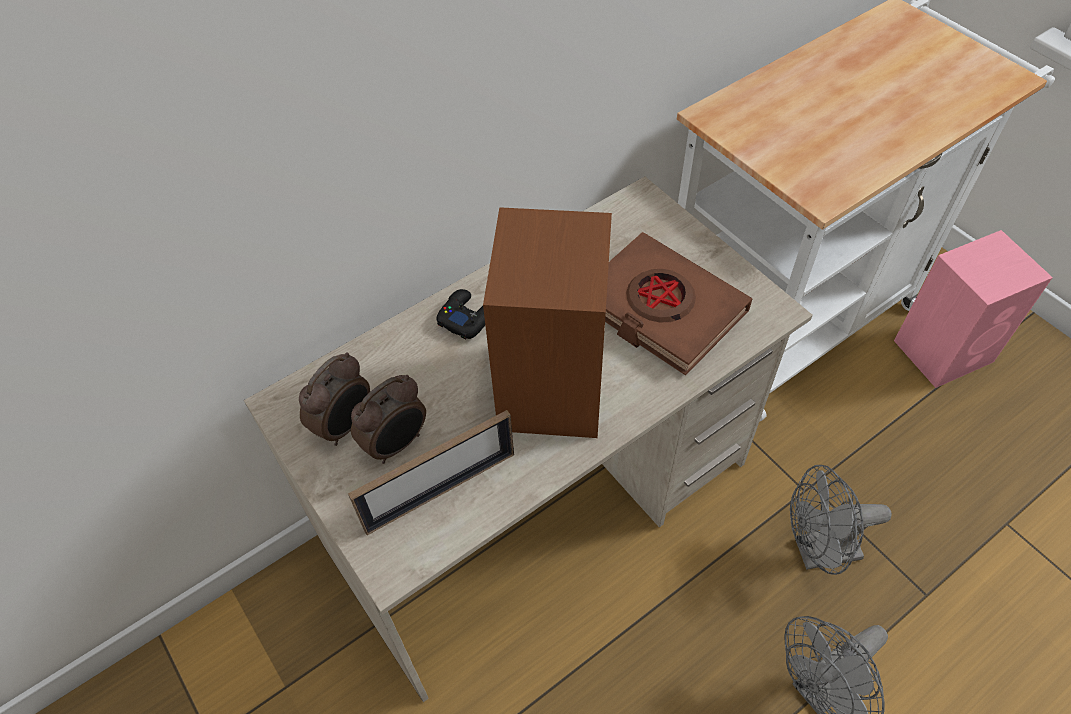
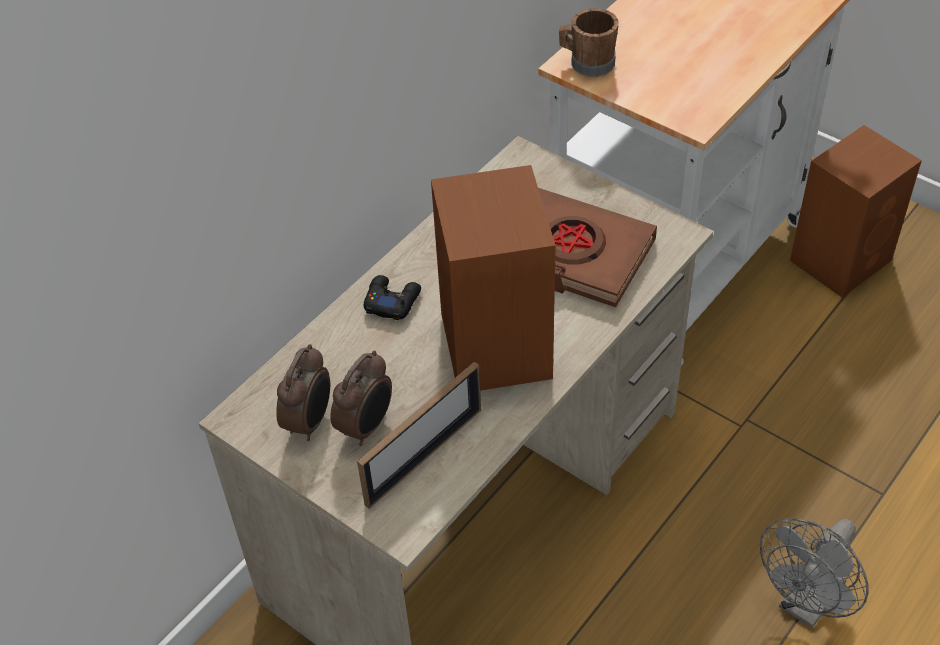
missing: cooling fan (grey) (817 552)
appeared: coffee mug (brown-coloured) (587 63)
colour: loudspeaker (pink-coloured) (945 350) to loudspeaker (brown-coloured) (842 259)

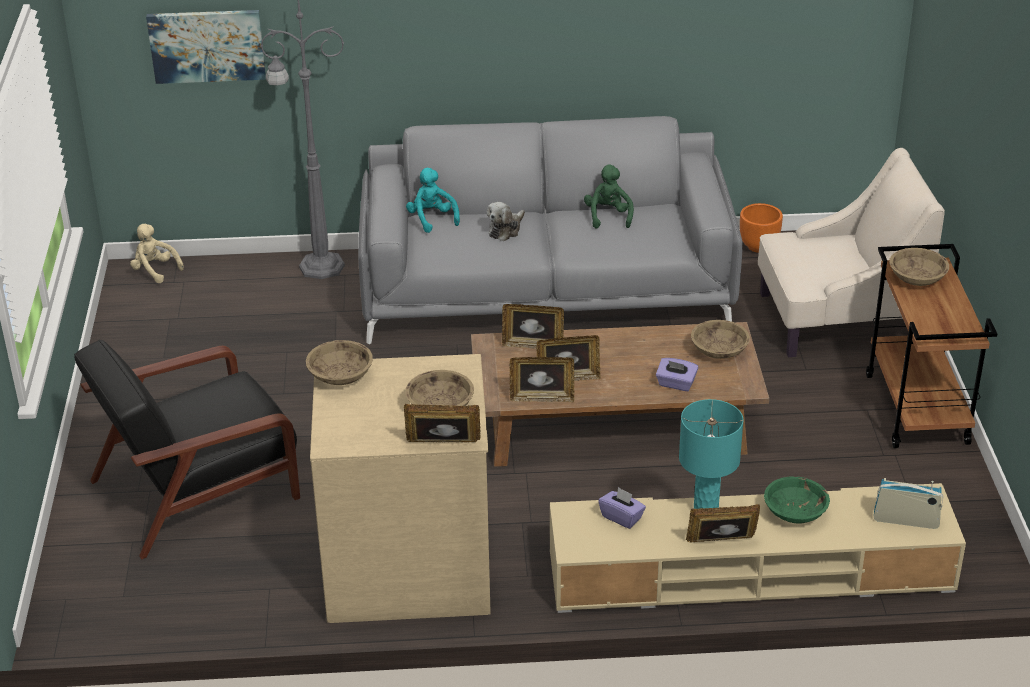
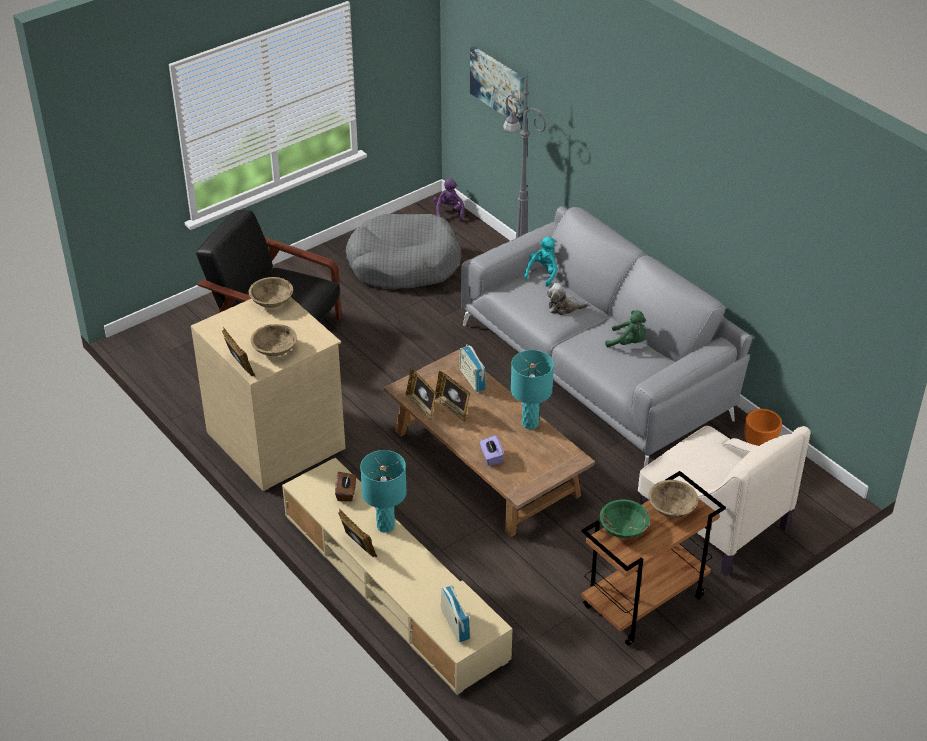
missing: serving bowl (beige) (719 351)
appeared: pet bed (grey) (403 264); tabletop lamp (turquoise-coloured) (530 423)
relocated: serving bowl (greenish) (795 513) to (623 528)
exchanged: photo frame (533 345) to radio (472 379)
colour: cuddly toy (beige) (155 271) to cuddly toy (purplish) (448 212); box of tissues (purplish) (622 517) to box of tissues (brown-coloured) (346 493)
spun: cuddly toy (greenish) (608 216) = (628 342) 60 degrees clockwise

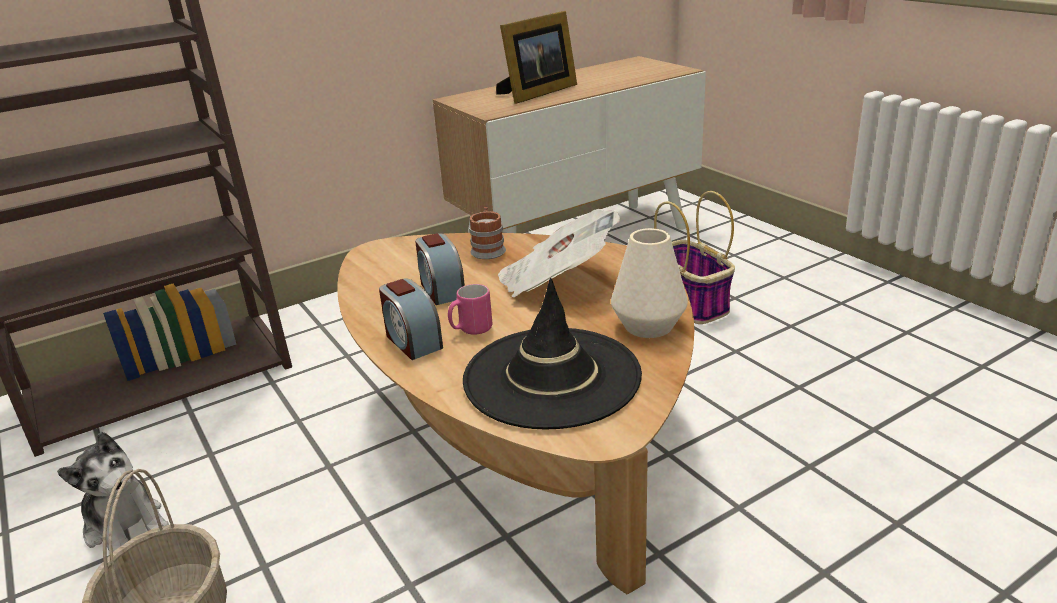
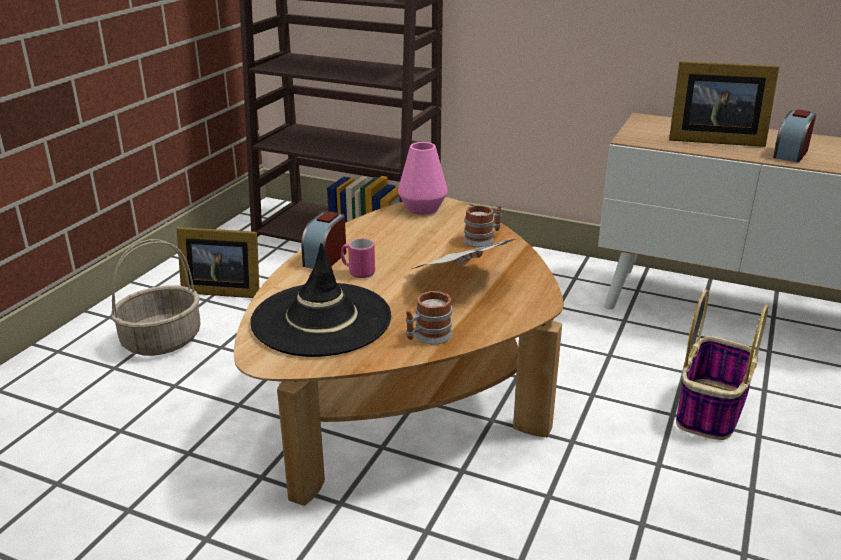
appeared: flower vase (pink-coloured) (422 208)
relocated: bedside clock (441 290) to (790 153)
exchanged: cuddly toy (126 525) to photo frame (221 290); flower vase (white) (648 326) to coffee mug (428 337)

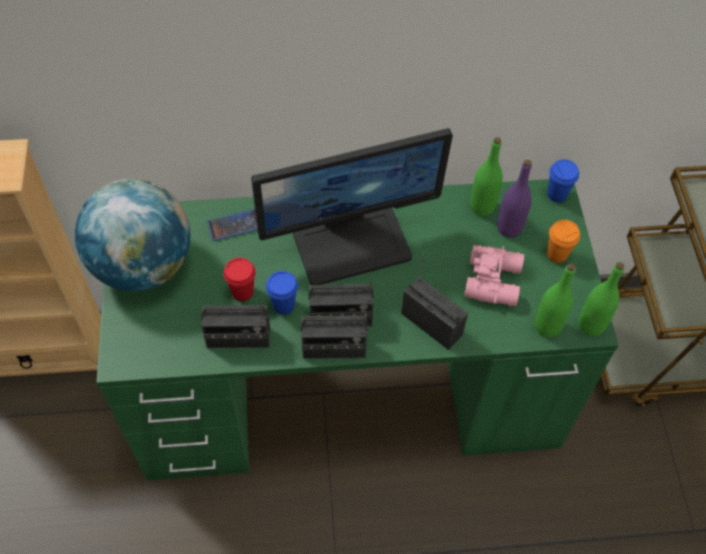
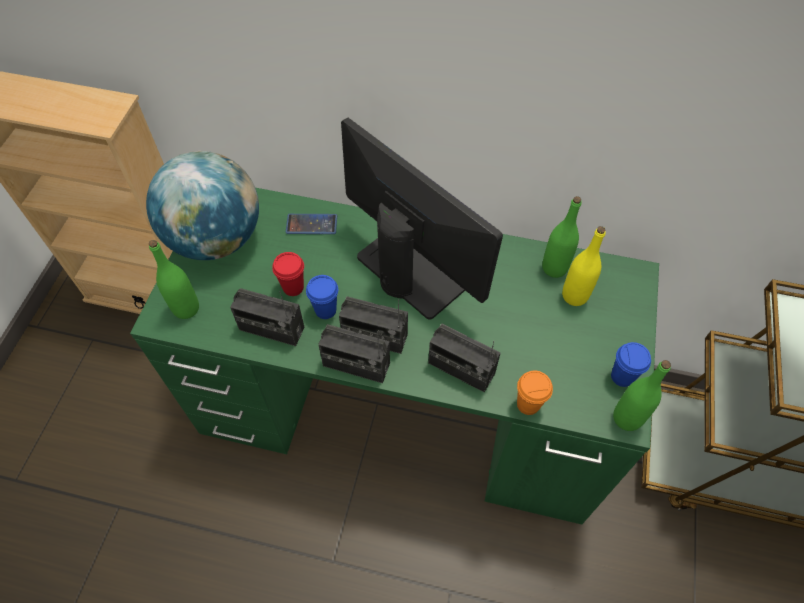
missing: pair of binoculars (pink-coloured) (494 280)
relocated: beverage bottle (greenish) (547 326) to (186 308); drinking cup (blue-coloured) (557 194) to (622 376); drinking cup (orangey) (557 254) to (528 404)
colour: beverage bottle (purplish) (509 228) to beverage bottle (yellowish) (574 296)
spun: monitor (352 243) = (413 269) 135 degrees counterclockwise; radio (432 324) = (461 368) 150 degrees clockwise

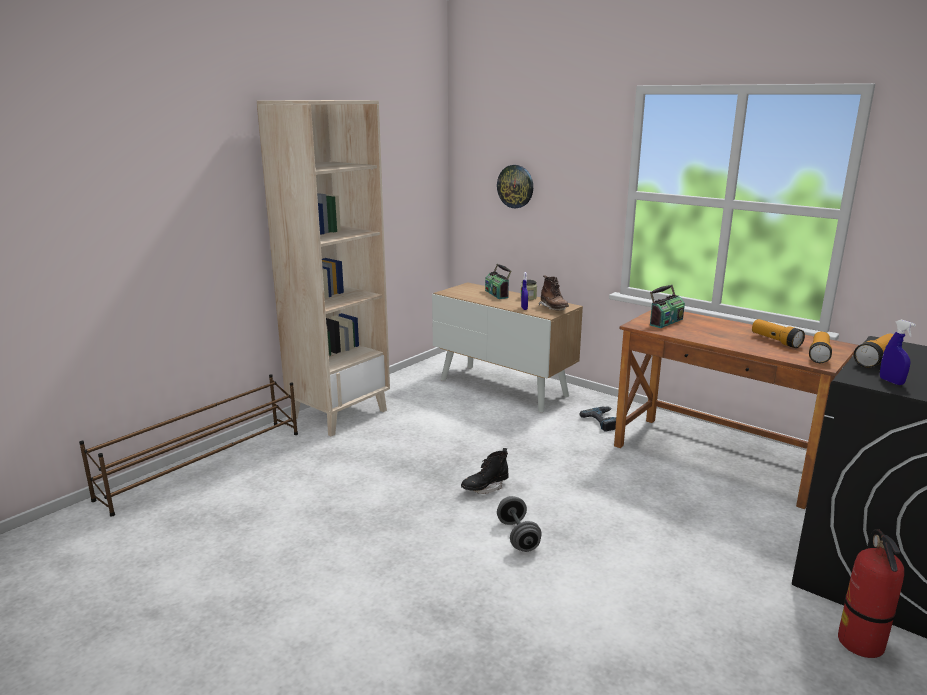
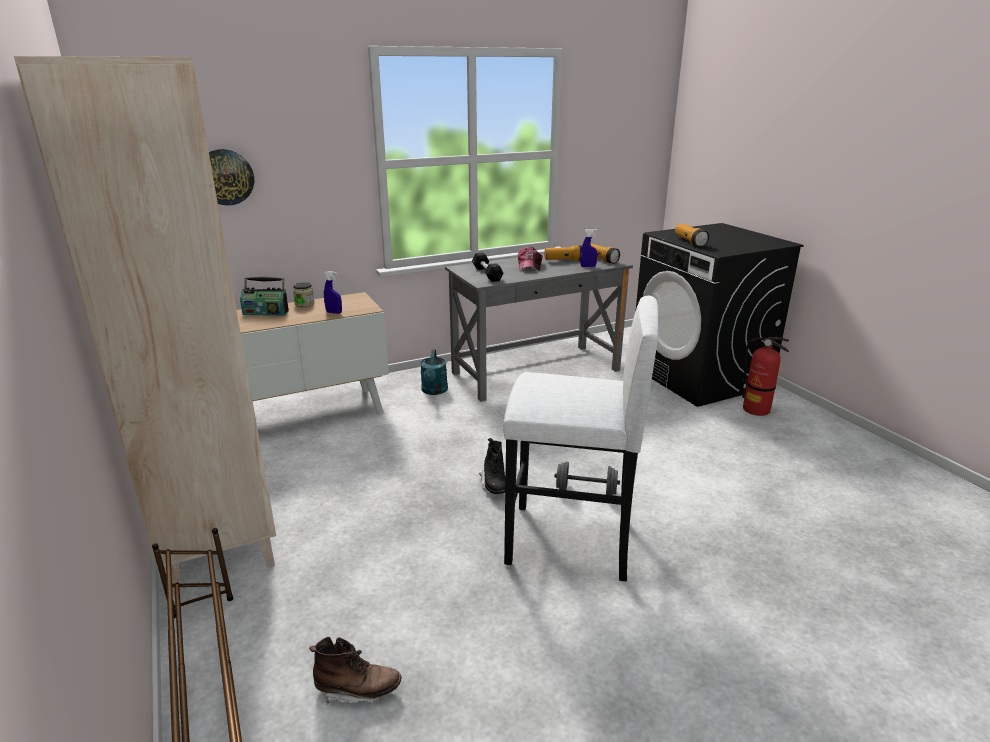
appeared: stool seat (white) (569 542); peaked cap (529 265)
relocated: high-top boot (brown-coloured) (553 309) to (358 690); hand sprayer (blue-coloured) (891 381) to (588 266)
exchanged: drill (604 421) to watering can (turquoise-coloured) (434 391); radio (665 322) to hand weight (black-coloured) (487 274)
colour: desk (brown-coloured) (717 458) to desk (grey) (536 371)

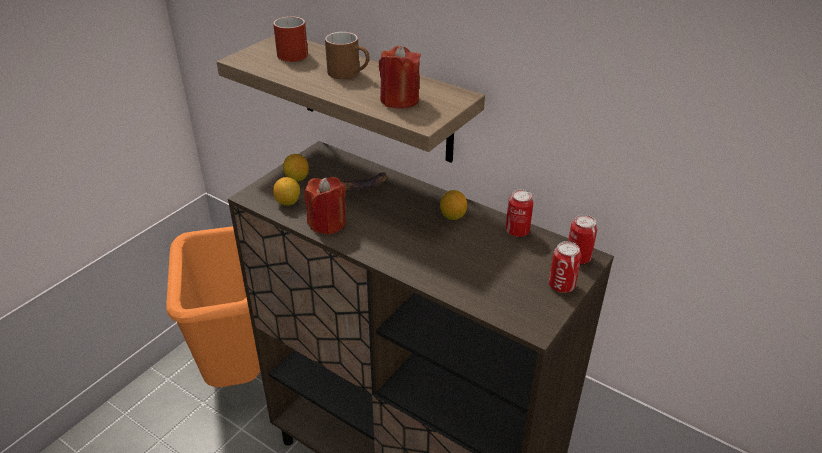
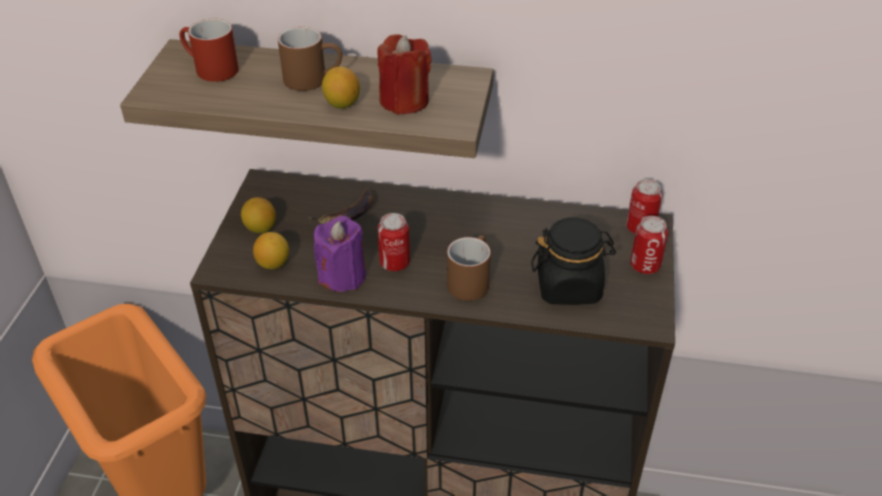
appeared: coffee mug (brown-coloured) (469 280); storage jar (black-coloured) (569 286)
relocated: whole lemon (452 216) to (341 104); can (517 231) to (394 263)
colour: wax candle (red-coloured) (327 223) to wax candle (purplish) (342 275)

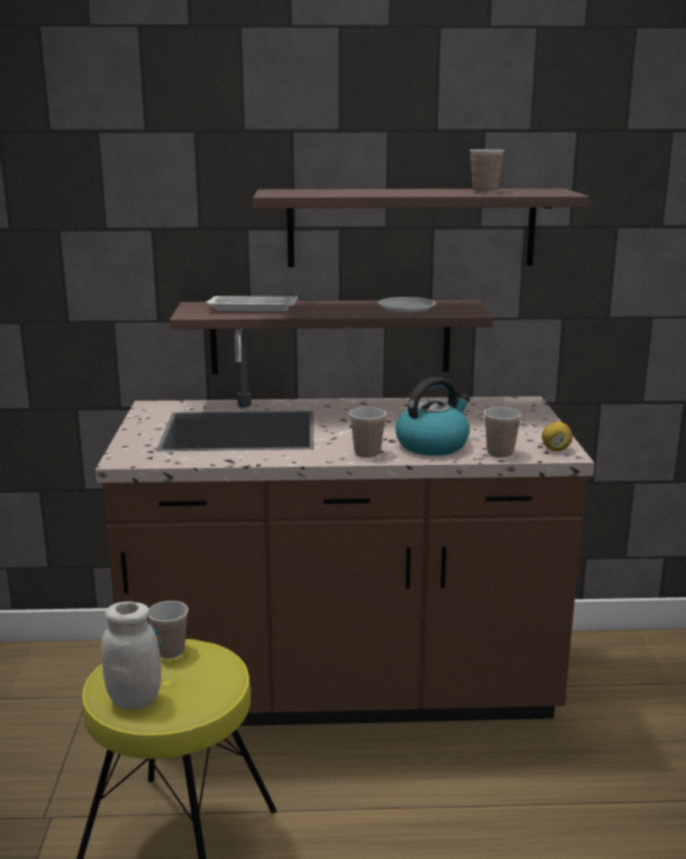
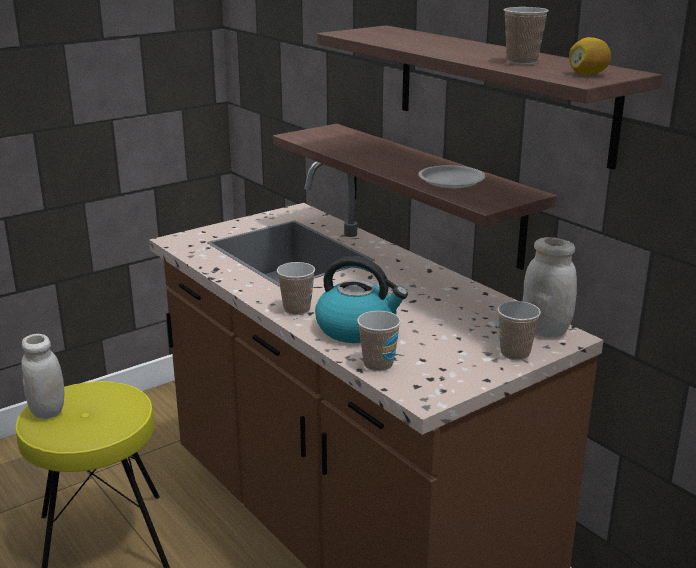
missing: carrying tray (white) (251 308)
appeared: storage jar (white) (545 330)
relocated: drinking cup (170 651) to (515 353); whole lemon (555 449) to (587 74)

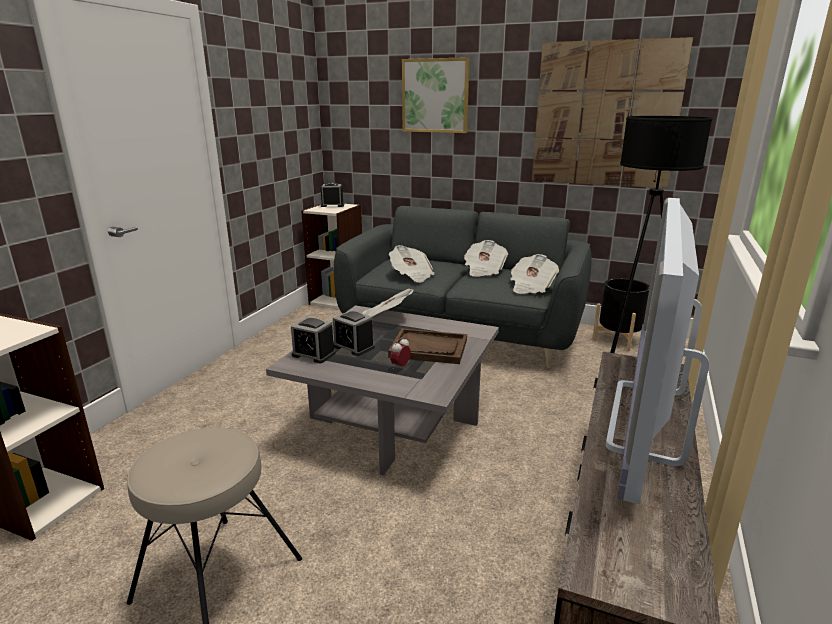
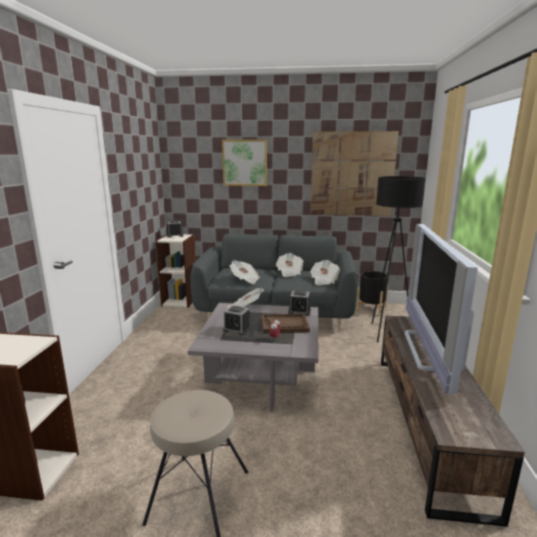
relocated: bedside clock (313 354) to (299 311)

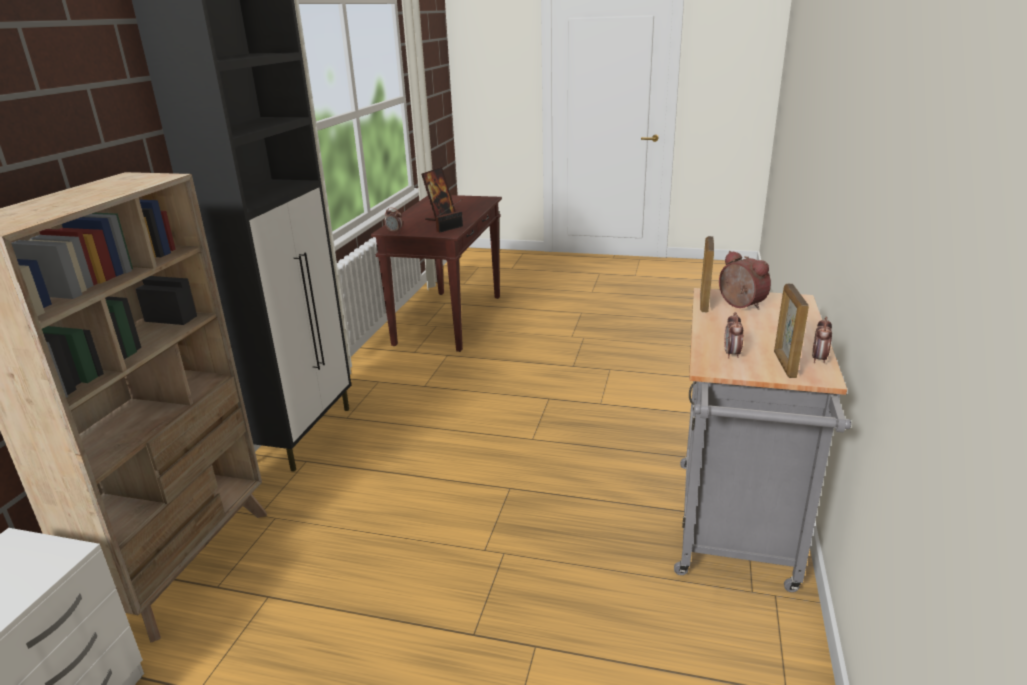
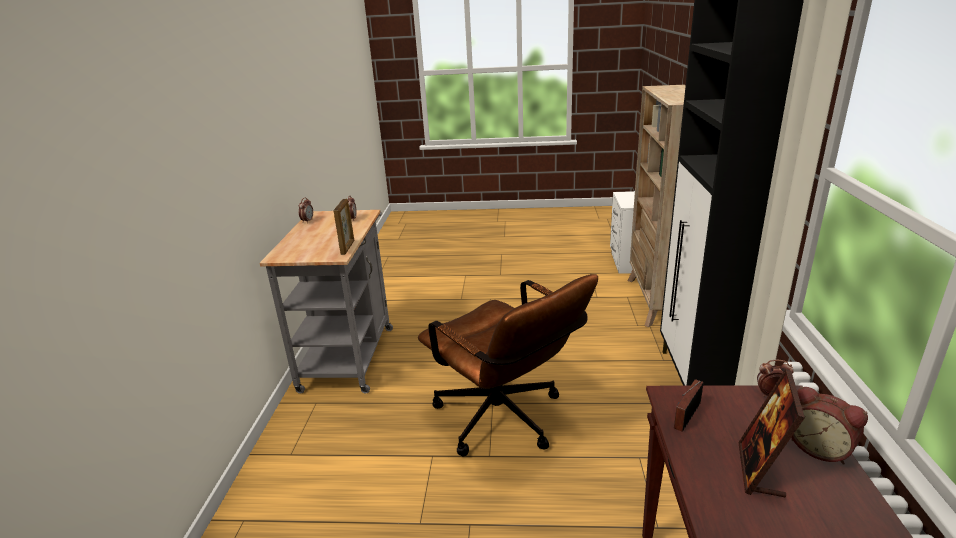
missing: photo frame (784 364)
appeared: office chair (brown-coloured) (506 422)
relocated: bedside clock (739 305) to (819 448)

